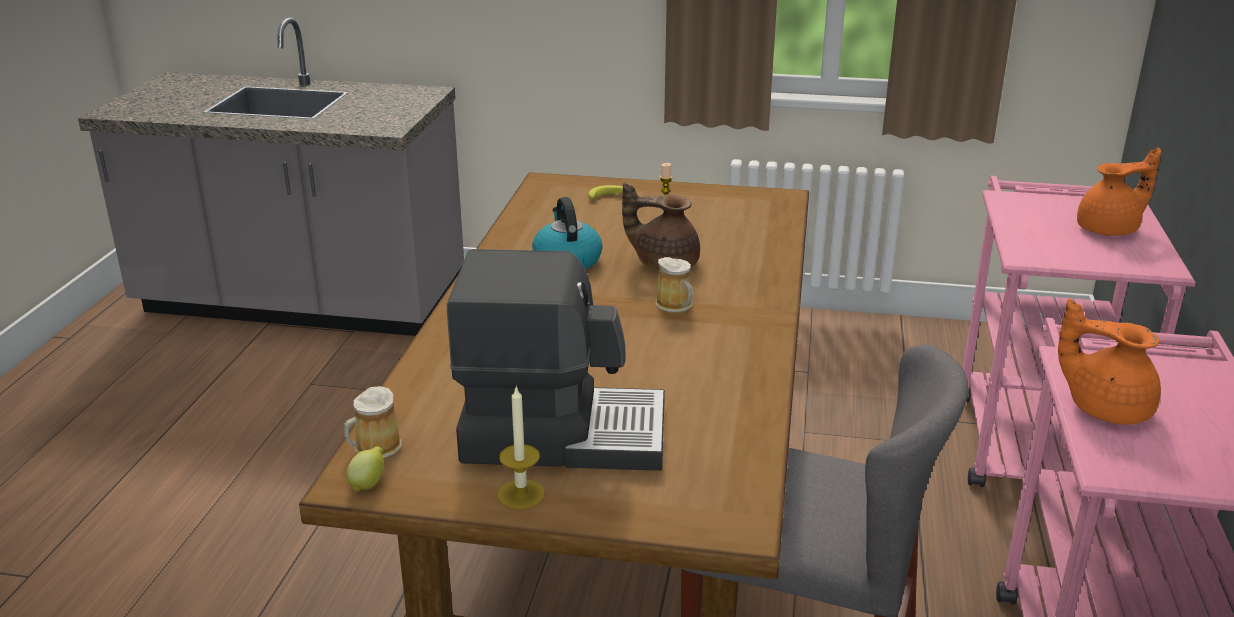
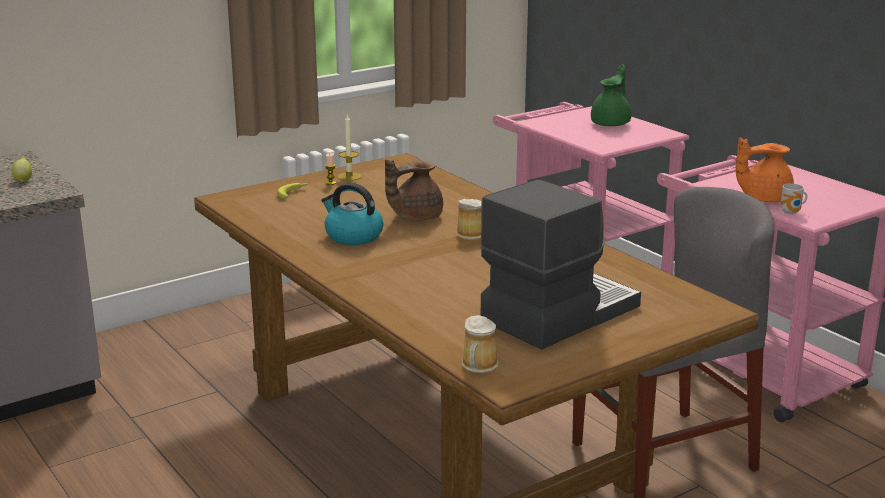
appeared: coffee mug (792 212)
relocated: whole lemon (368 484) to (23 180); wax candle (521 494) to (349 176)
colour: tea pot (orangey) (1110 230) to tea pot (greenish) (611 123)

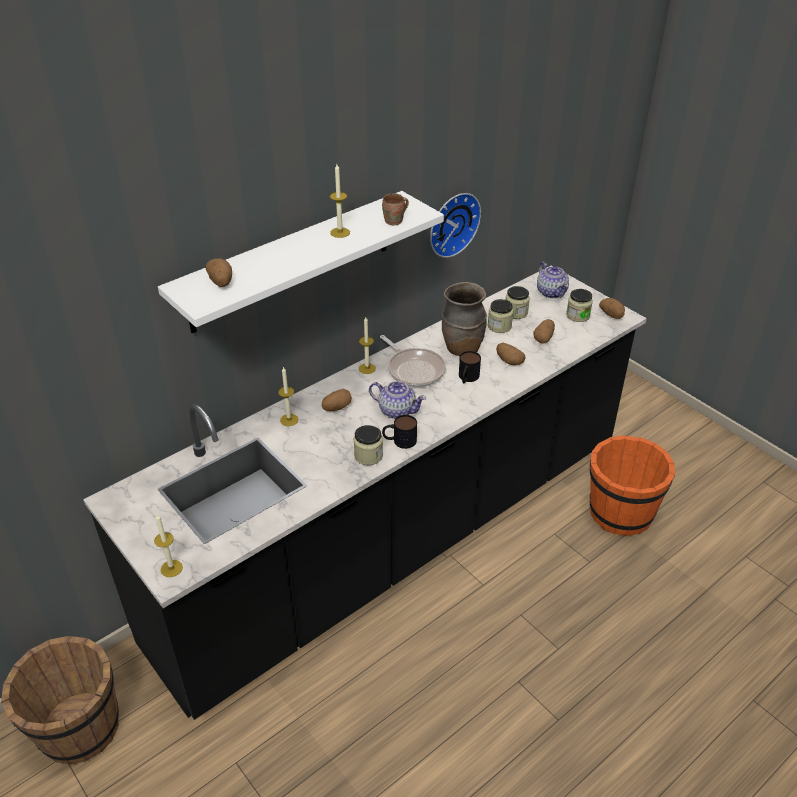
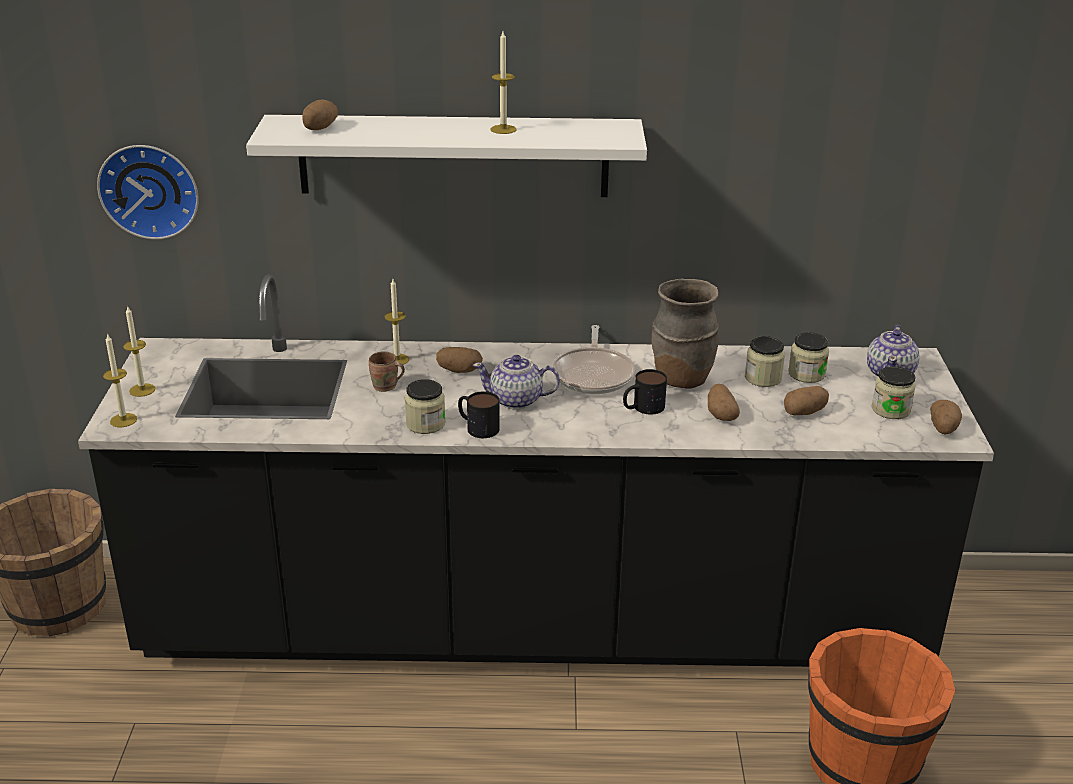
relocated: wax candle (367 368) to (142 390); coffee mug (brown-coloured) (395 221) to (386 387); hanging clock (451 223) to (150 189)
spun: tea pot (397 410) = (516 400) 120 degrees clockwise

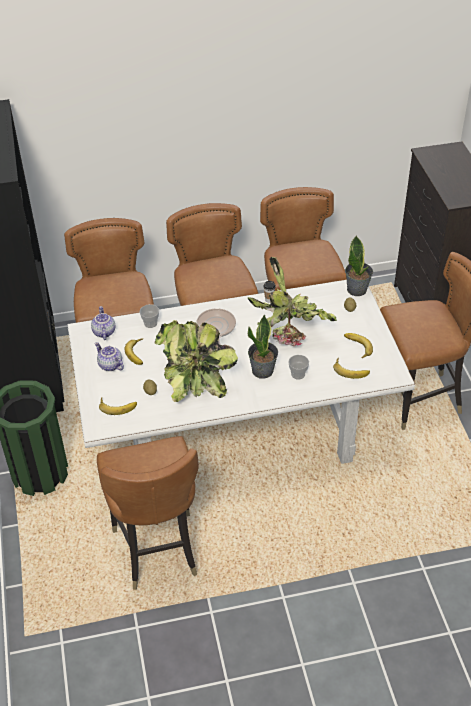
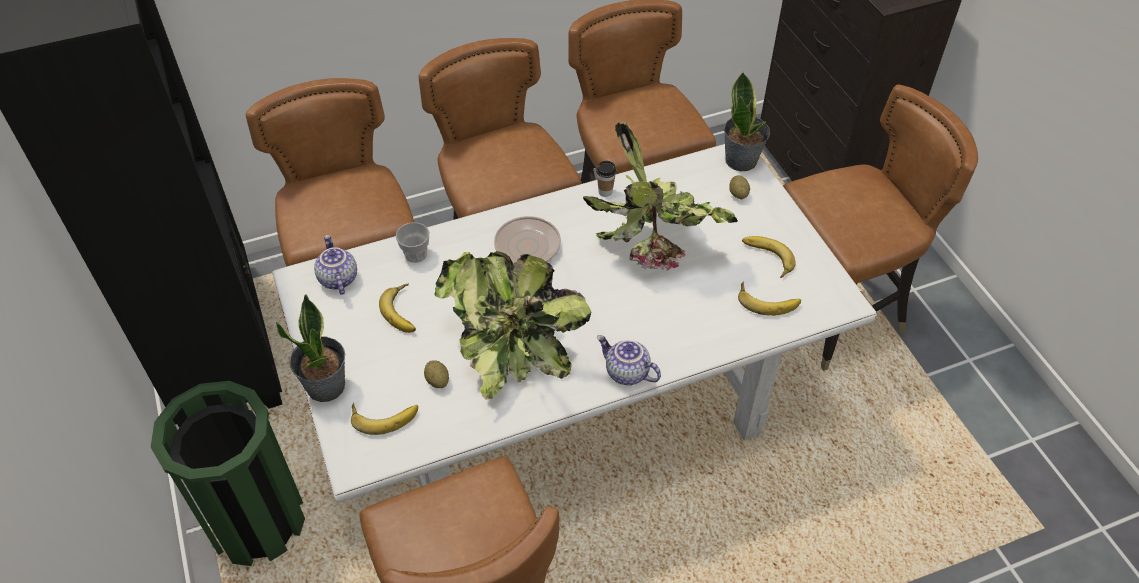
missing: drinking cup (298 374)
relocated: tea pot (109 365) to (626 373); houseplant (263 371) to (326 386)

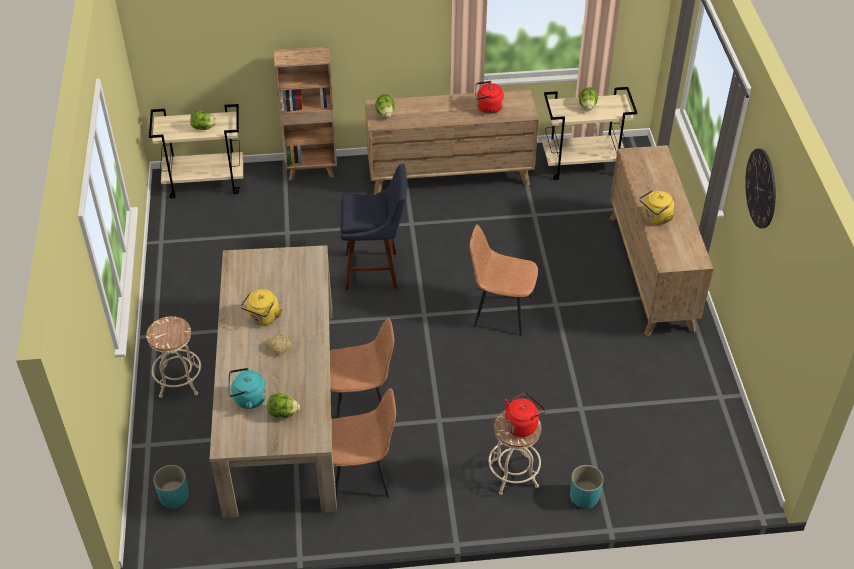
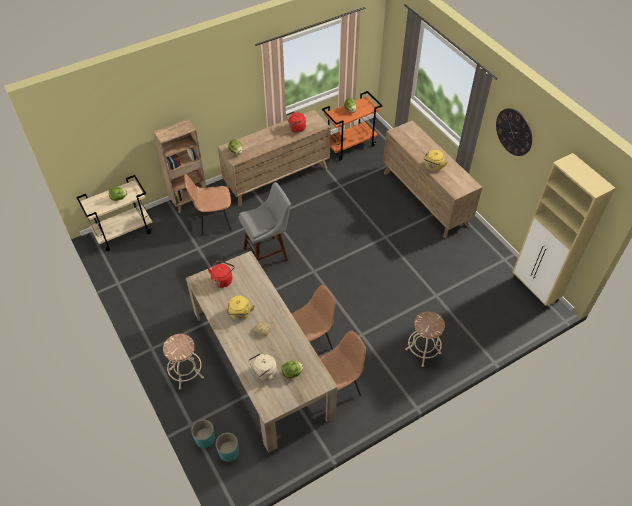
appeared: cupboard (beige) (534 291)
relocated: upright chair (brown-coloured) (501 311) to (213 221); tea kettle (red-coloured) (522 424) to (222 279); flower pot (turquoise-coloured) (584 496) to (205 439)
colour: tea kettle (turquoise-coloured) (247 399) to tea kettle (beige) (264 373); stool seat (blue-coloured) (376 270) to stool seat (grey) (268 253); wheeled cart (beige) (583 164) to wheeled cart (orangey) (350 145)

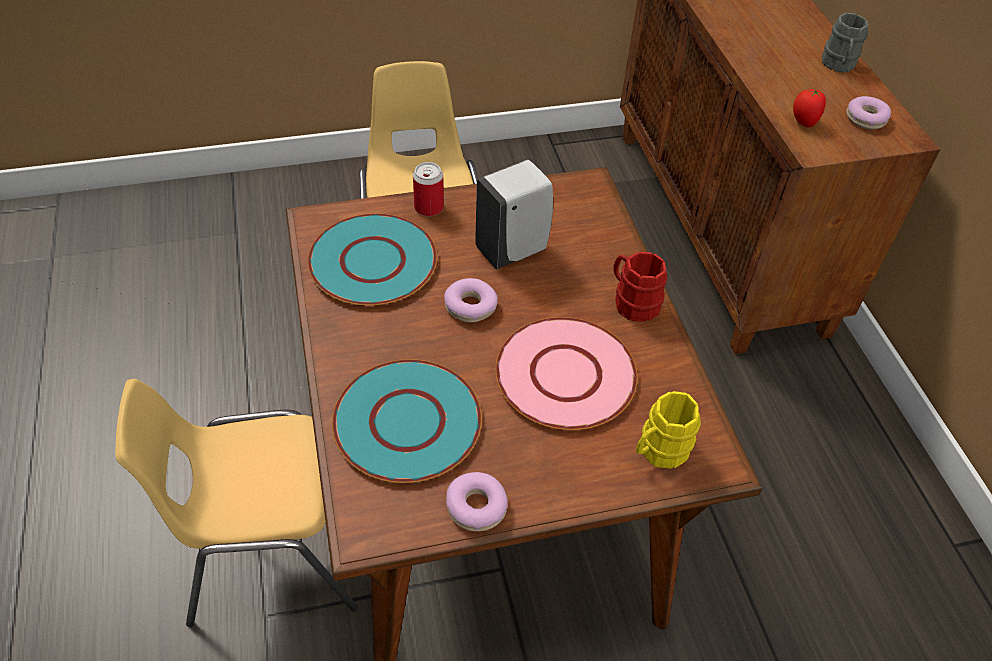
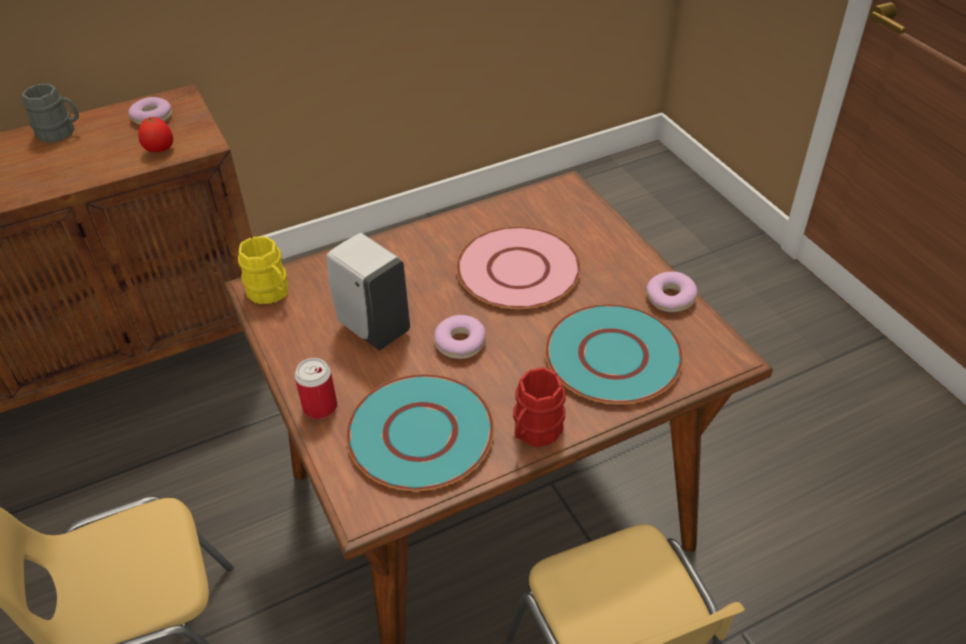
relocated: coffee mug (red-coloured) (632 302) to (534 432); coffee mug (yellowish) (658 451) to (271 293)

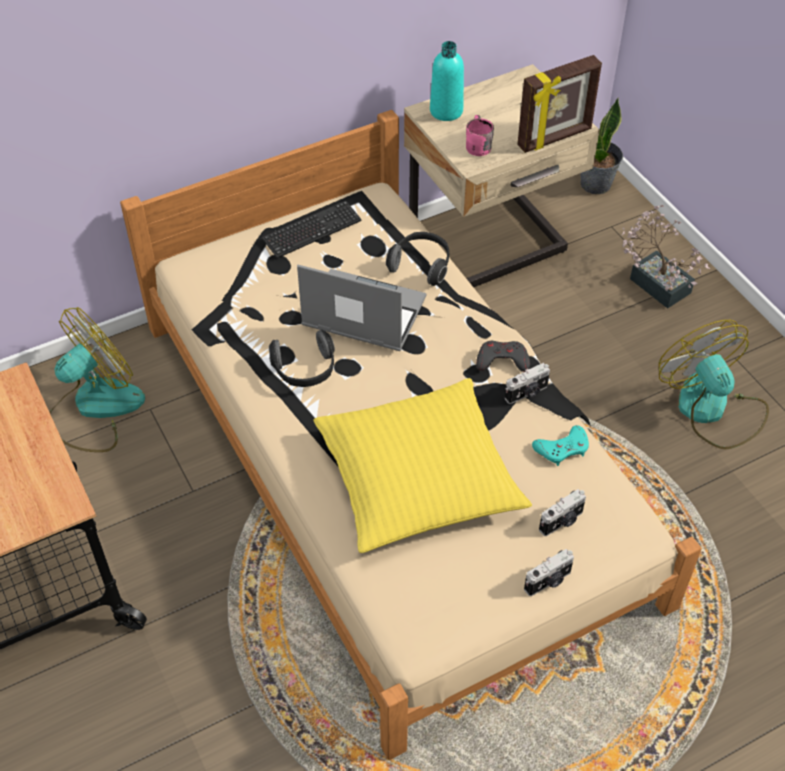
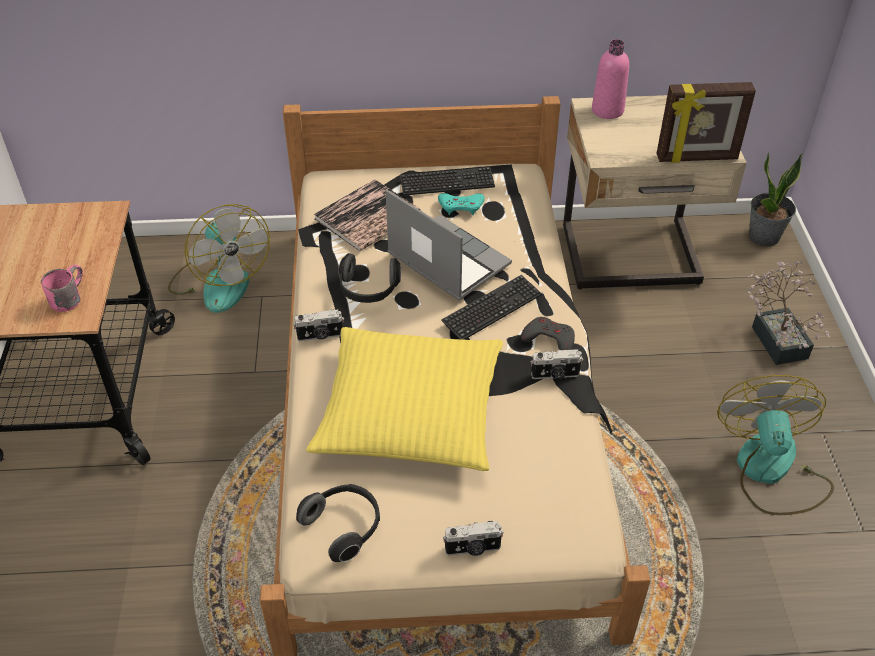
appeared: bound book (368 216); PC keyboard (492 309)
relocated: pair of headphones (421 265) to (344 527); coffee mug (pink-coloured) (475 145) to (67 297); gamepad (turquoise-coloured) (562 449) to (461 206); still camera (562 522) to (320 336)
colour: beverage bottle (turquoise-coloured) (446 111) to beverage bottle (pink-coloured) (607 110)
spun: cooling fan (94 408) = (220 281) 75 degrees clockwise

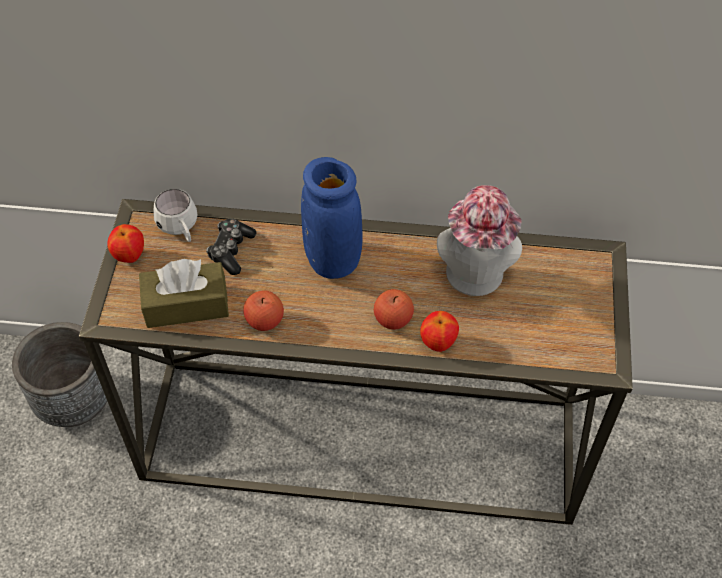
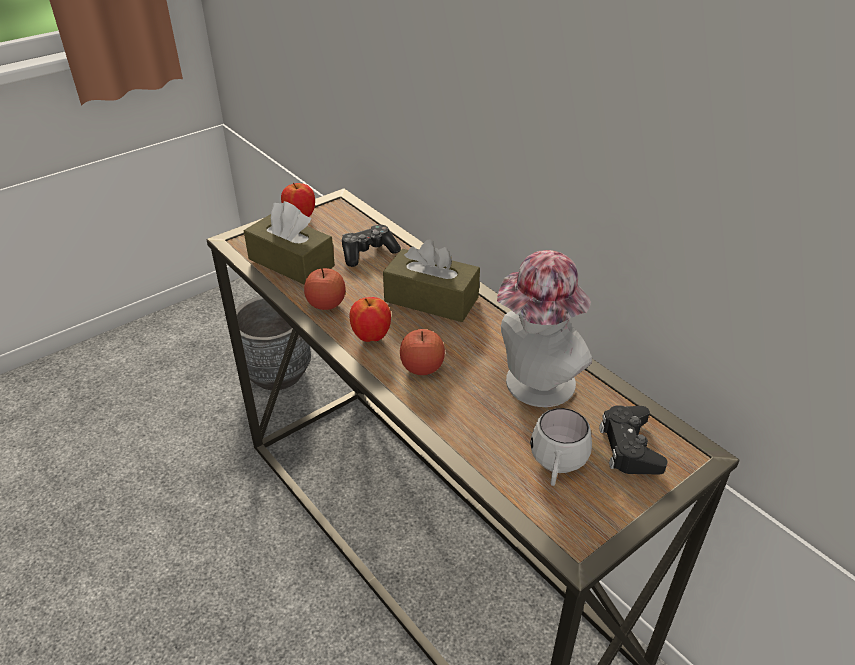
appeared: gamepad (black-coloured) (629 446)
relocated: coffee mug (white) (181 230) to (556 468); apple fruit (438 343) to (371 337)
exchanged: flower vase (blue-coloured) (332 259) to box of tissues (brown-coloured) (431 299)

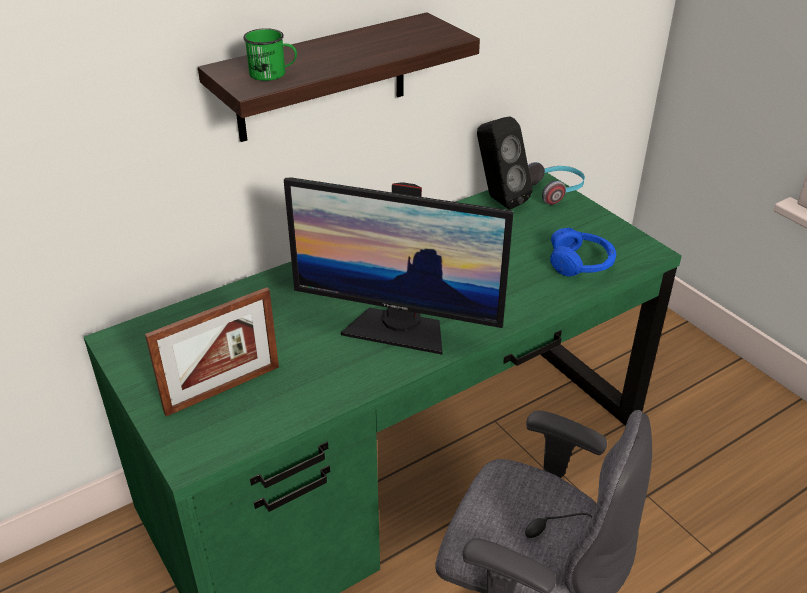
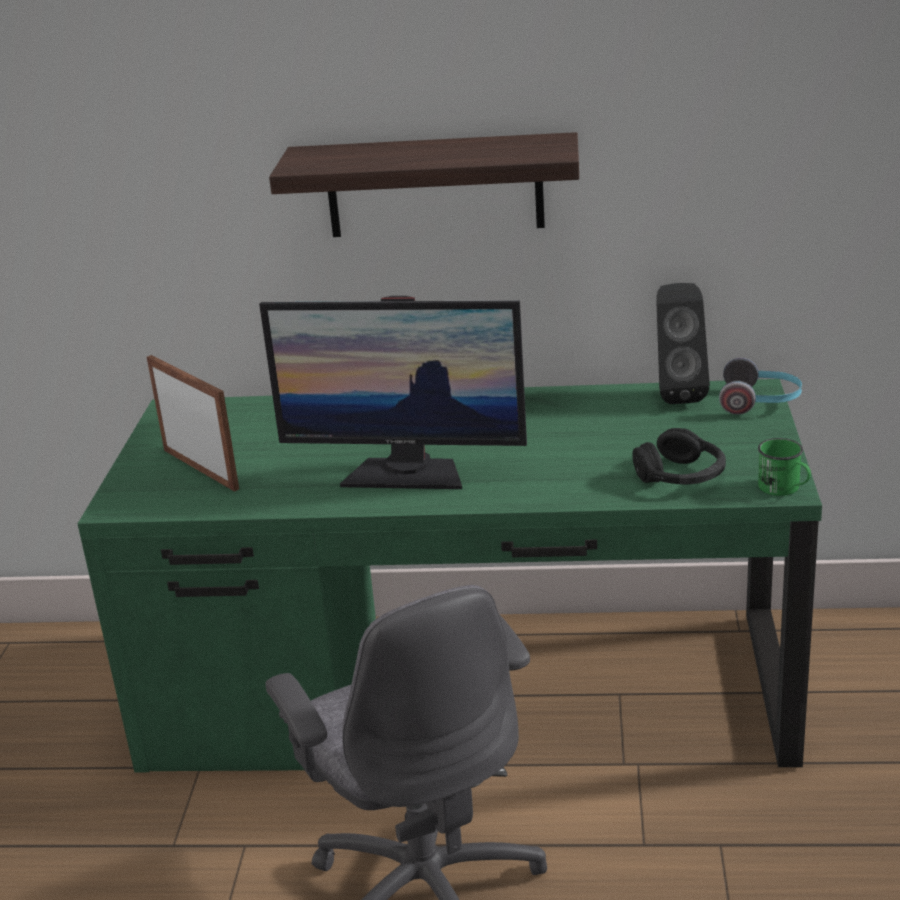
relocated: coffee mug (greenish) (273 74) to (784 488)
colour: pair of headphones (blue-coloured) (581 263) to pair of headphones (black-coloured) (681 476)
spun: photo frame (223 389) = (200 469) 135 degrees counterclockwise; monitor (398 328) = (406 472) 45 degrees counterclockwise

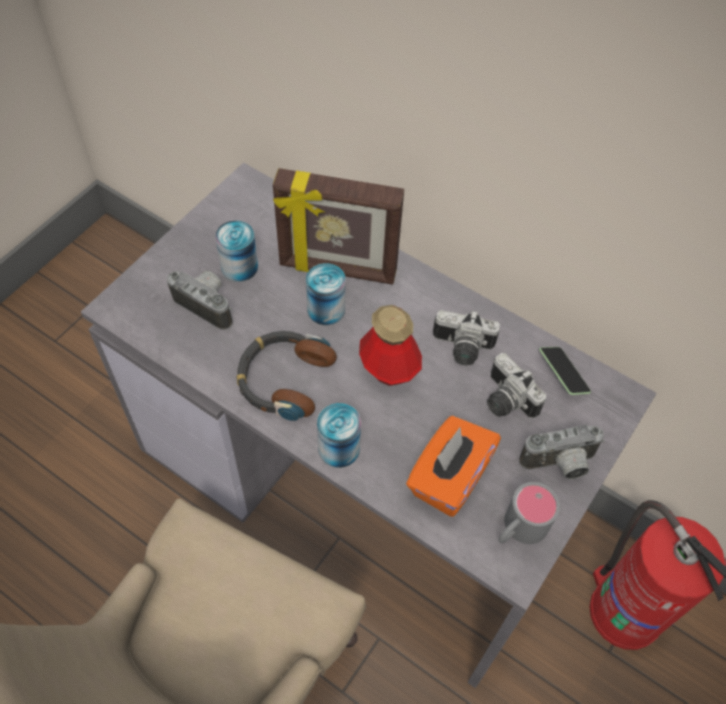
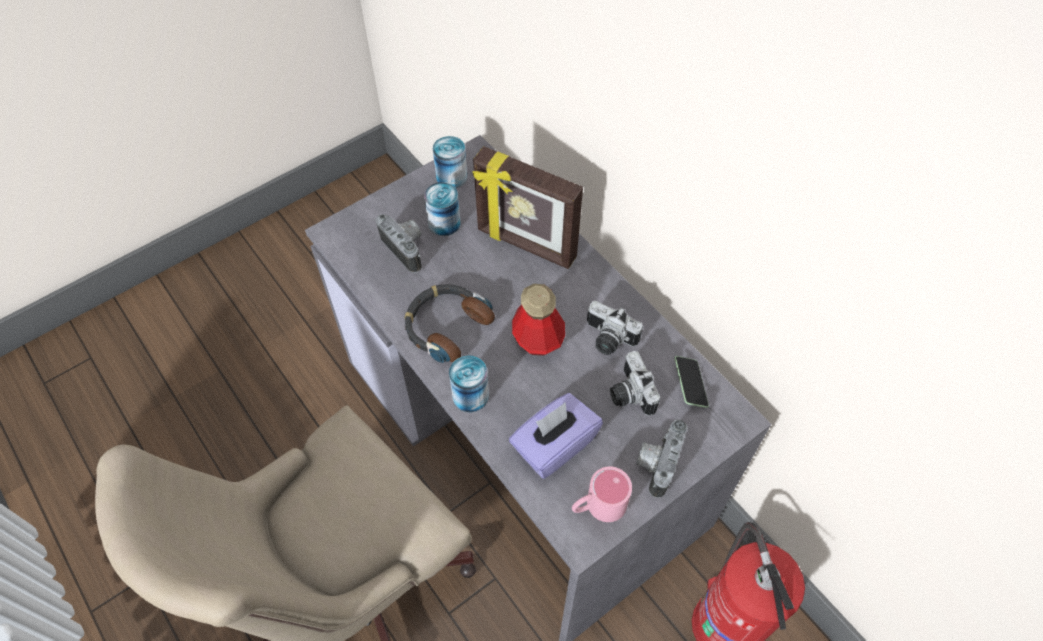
relocated: can (326 309) to (451 177)
colour: box of tissues (orangey) (448 477) to box of tissues (purplish) (554 446); coffee mug (grey) (518 529) to coffee mug (pink-coloured) (598 506)
spun: still camera (560 465) = (656 462) 105 degrees clockwise

